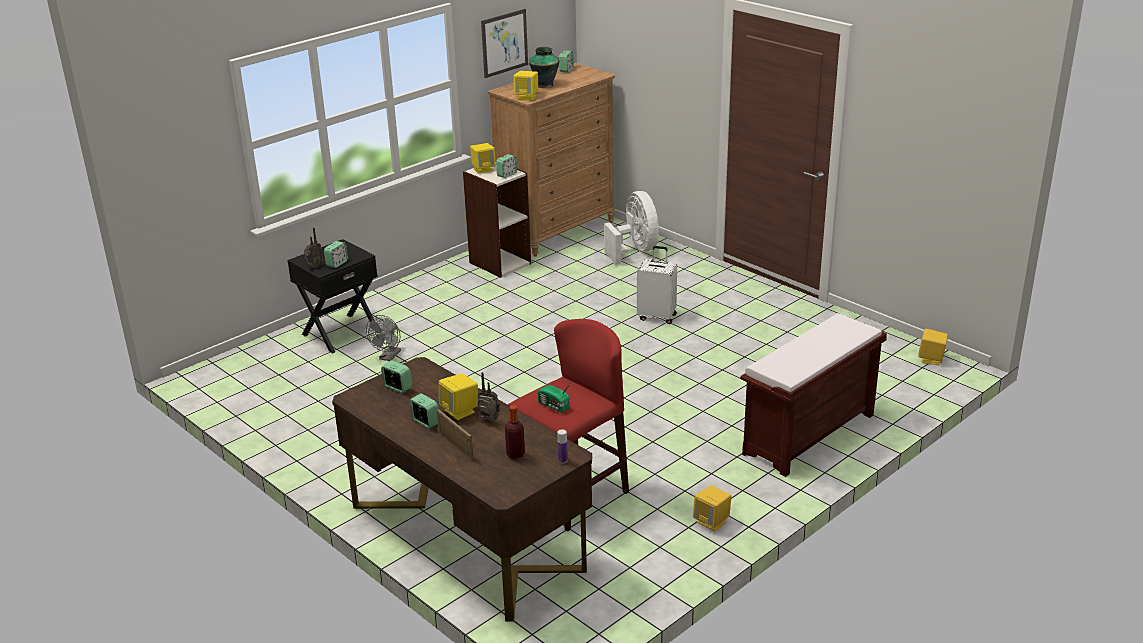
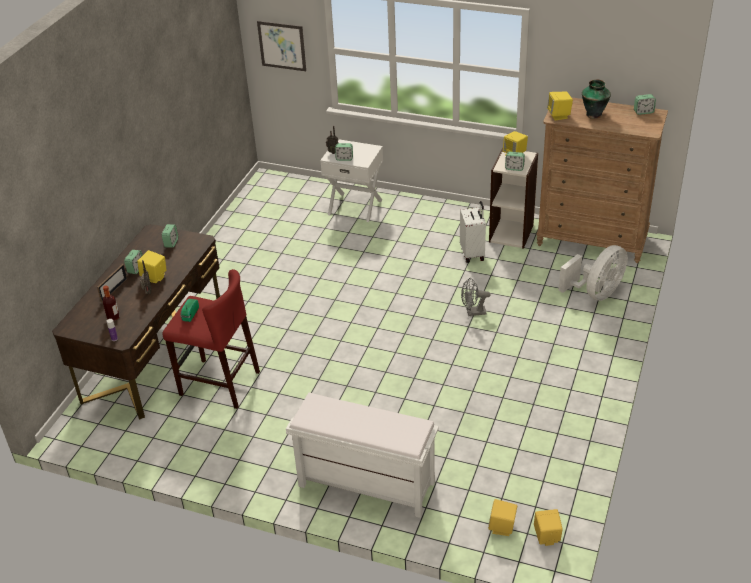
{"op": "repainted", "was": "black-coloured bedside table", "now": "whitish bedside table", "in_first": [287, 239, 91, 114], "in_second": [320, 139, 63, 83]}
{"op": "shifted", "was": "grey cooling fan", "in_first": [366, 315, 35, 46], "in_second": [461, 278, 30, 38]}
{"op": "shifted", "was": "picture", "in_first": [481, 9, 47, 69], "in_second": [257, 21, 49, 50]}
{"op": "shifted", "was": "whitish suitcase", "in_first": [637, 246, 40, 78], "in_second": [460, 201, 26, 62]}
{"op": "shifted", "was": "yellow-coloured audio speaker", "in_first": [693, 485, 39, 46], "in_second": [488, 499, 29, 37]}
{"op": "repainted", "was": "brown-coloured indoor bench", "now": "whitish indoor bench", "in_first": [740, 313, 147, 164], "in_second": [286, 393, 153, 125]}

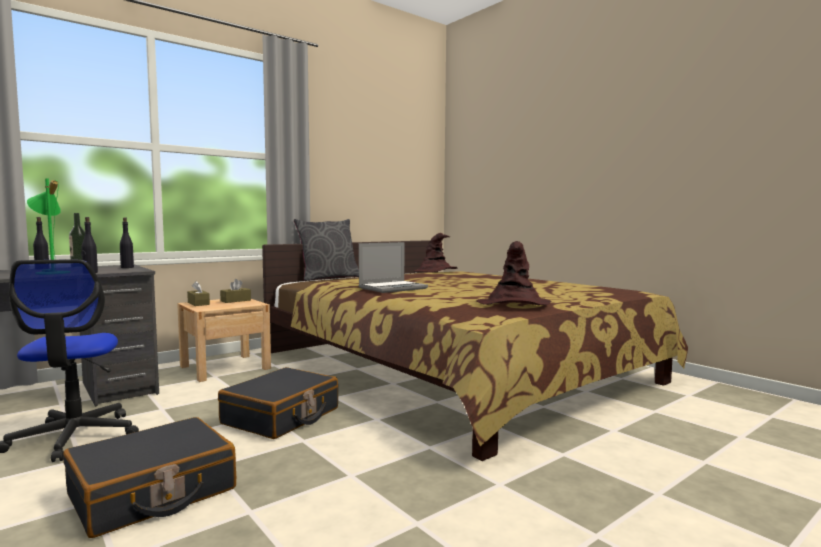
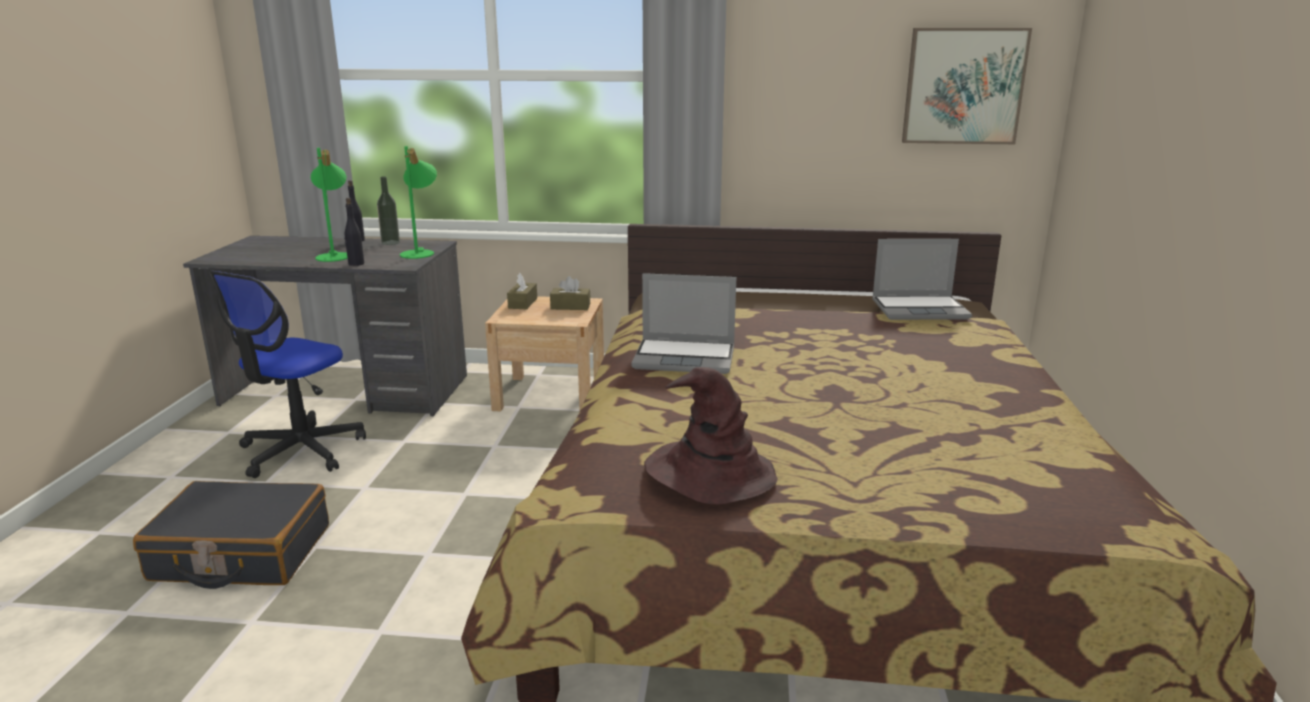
{"op": "swapped", "was": "black-coloured drink bottle", "now": "green-coloured table lamp", "in_first": [120, 218, 14, 50], "in_second": [400, 146, 37, 113]}
{"op": "gone", "was": "black-coloured suitcase", "in_first": [218, 367, 120, 72]}
{"op": "gone", "was": "grey pillow", "in_first": [294, 219, 65, 62]}
{"op": "swapped", "was": "brown-coloured hat", "now": "portable computer", "in_first": [414, 233, 43, 39], "in_second": [872, 239, 100, 81]}
{"op": "new", "now": "picture", "in_second": [902, 28, 130, 116]}

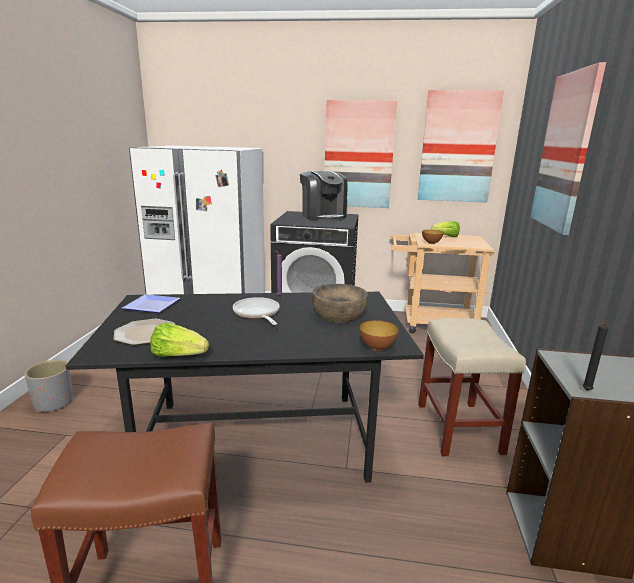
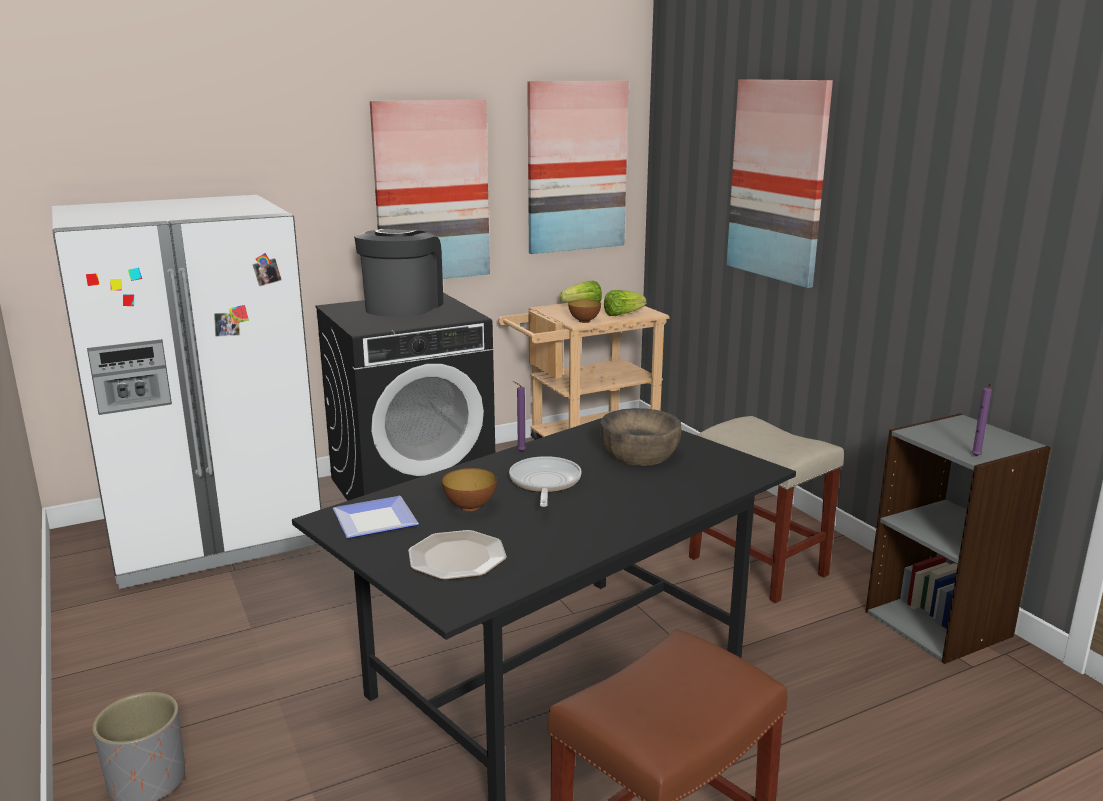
{"op": "shifted", "was": "head of lettuce", "in_first": [150, 323, 59, 34], "in_second": [604, 290, 42, 26]}
{"op": "rotated", "was": "frying pan", "in_first": [233, 297, 47, 28], "in_second": [509, 456, 73, 51], "clockwise": 60}
{"op": "rotated", "was": "coffee brewer", "in_first": [300, 171, 48, 51], "in_second": [354, 229, 90, 88], "clockwise": -105}
{"op": "shifted", "was": "deep dish", "in_first": [359, 320, 40, 31], "in_second": [442, 468, 55, 43]}
{"op": "repainted", "was": "black-coloured candle", "now": "purplish candle", "in_first": [582, 322, 26, 69], "in_second": [972, 384, 20, 72]}

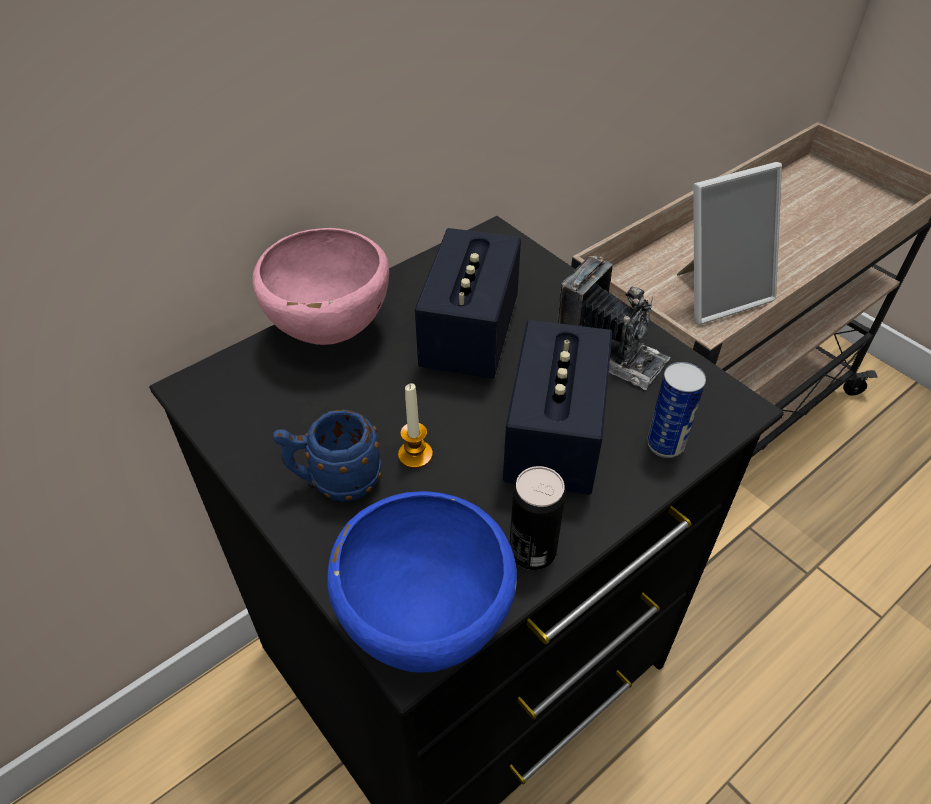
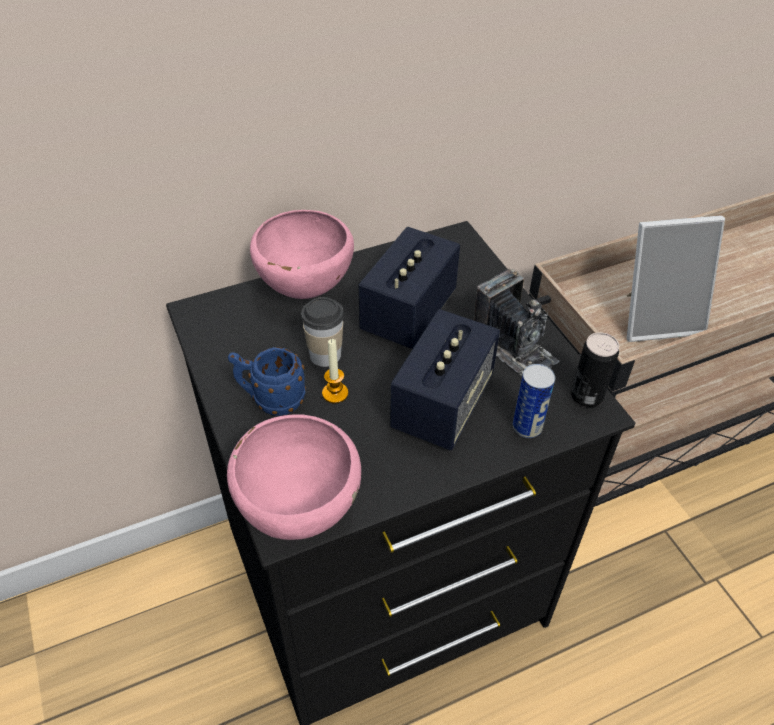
{"op": "repainted", "was": "blue-coloured deep dish", "now": "pink-coloured deep dish", "in_first": [327, 491, 190, 182], "in_second": [227, 414, 134, 126]}
{"op": "shifted", "was": "metal can", "in_first": [509, 466, 57, 104], "in_second": [571, 332, 48, 75]}
{"op": "new", "now": "cup", "in_second": [301, 297, 43, 70]}

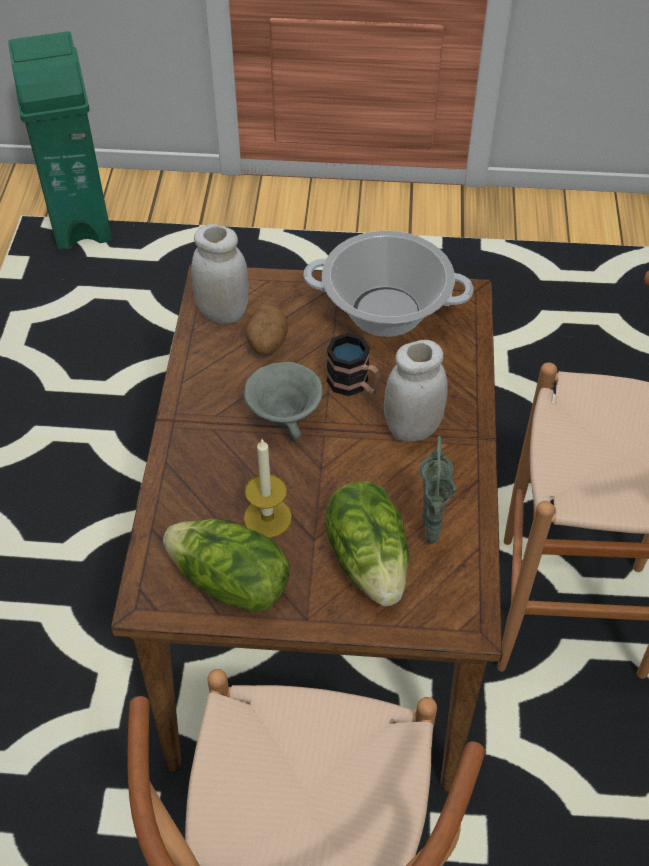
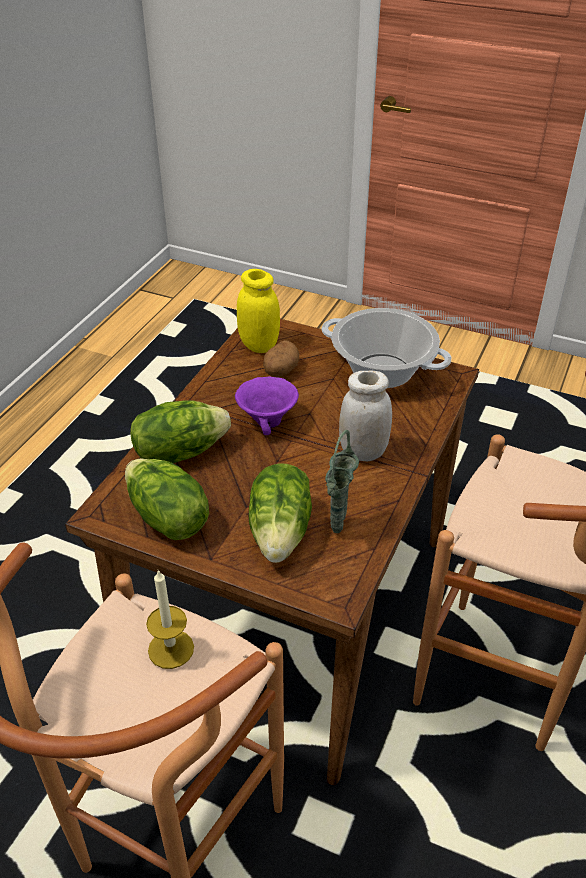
{"op": "gone", "was": "green-coloured waste bin", "in_first": [8, 31, 104, 219]}
{"op": "repainted", "was": "whitish preserve jar", "now": "yellow-coloured preserve jar", "in_first": [191, 224, 58, 100], "in_second": [237, 269, 43, 84]}
{"op": "repainted", "was": "grey deep dish", "now": "purplish deep dish", "in_first": [244, 362, 79, 78], "in_second": [235, 376, 64, 59]}
{"op": "shifted", "was": "candle", "in_first": [244, 439, 48, 99], "in_second": [146, 570, 48, 99]}
{"op": "gone", "was": "tea mug", "in_first": [327, 333, 54, 63]}
{"op": "new", "now": "head of lettuce", "in_second": [130, 400, 101, 63]}

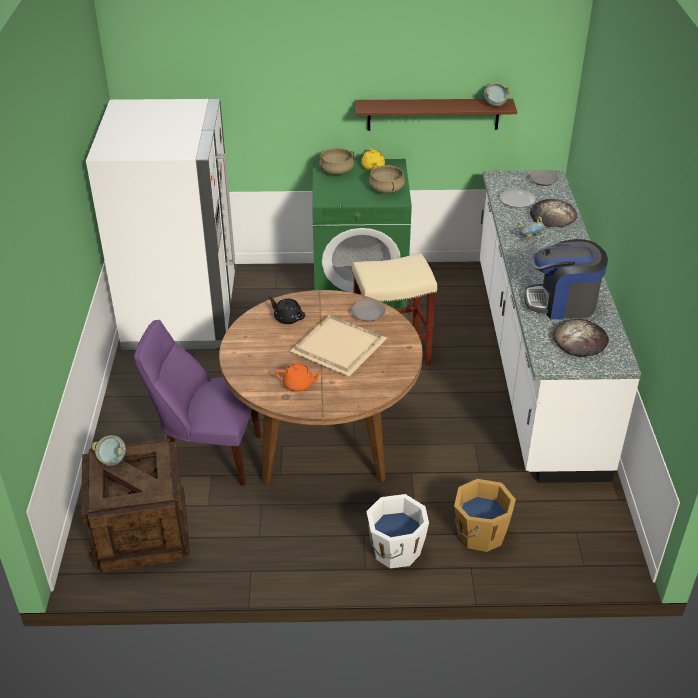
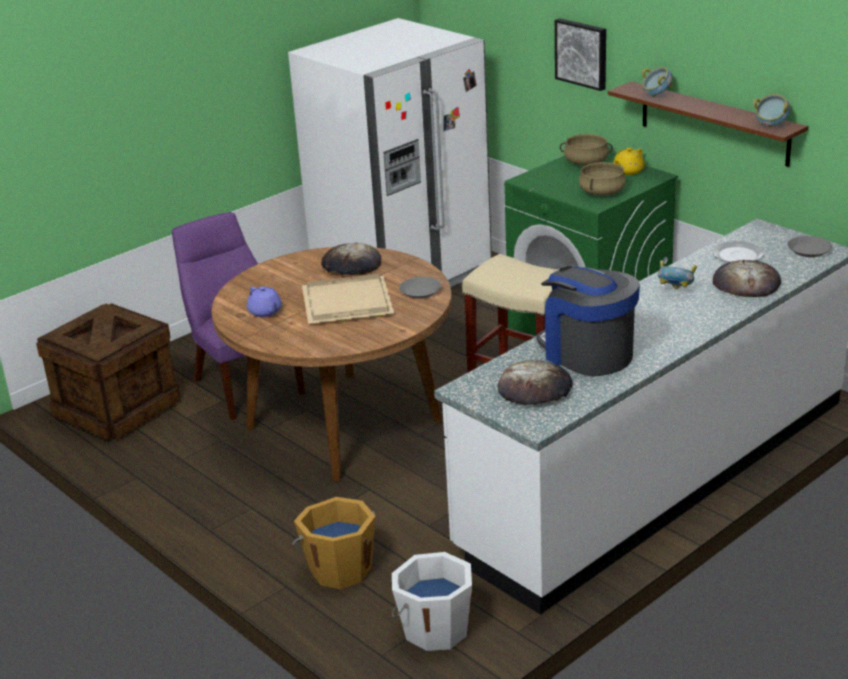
{"op": "shifted", "was": "deep dish", "in_first": [92, 435, 34, 31], "in_second": [642, 67, 31, 30]}
{"op": "swapped", "was": "black-coloured pot for tea", "now": "bakery bread", "in_first": [268, 297, 37, 27], "in_second": [321, 243, 60, 32]}
{"op": "repainted", "was": "orangey pot for tea", "now": "purplish pot for tea", "in_first": [275, 363, 48, 29], "in_second": [247, 286, 35, 31]}
{"op": "shifted", "was": "whitish pail", "in_first": [366, 494, 63, 74], "in_second": [392, 552, 80, 99]}
{"op": "new", "now": "picture", "in_second": [555, 18, 51, 73]}

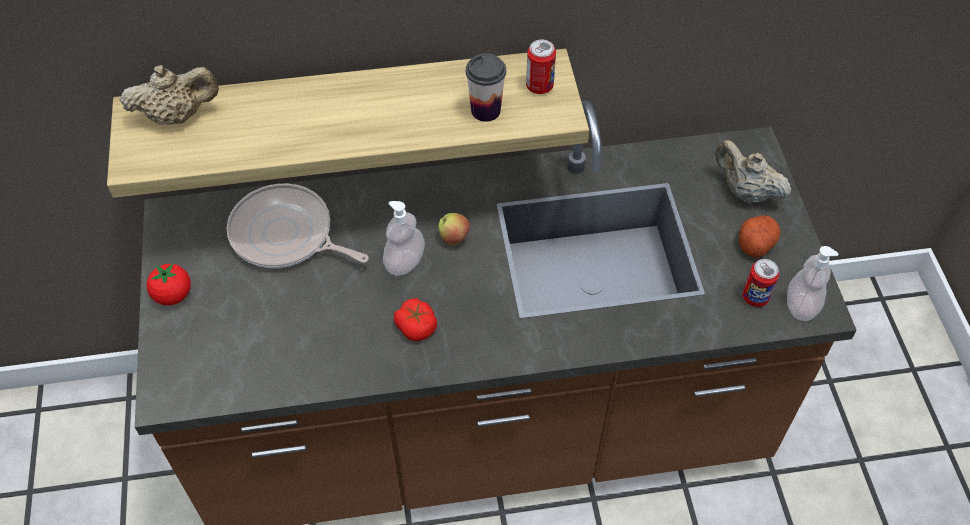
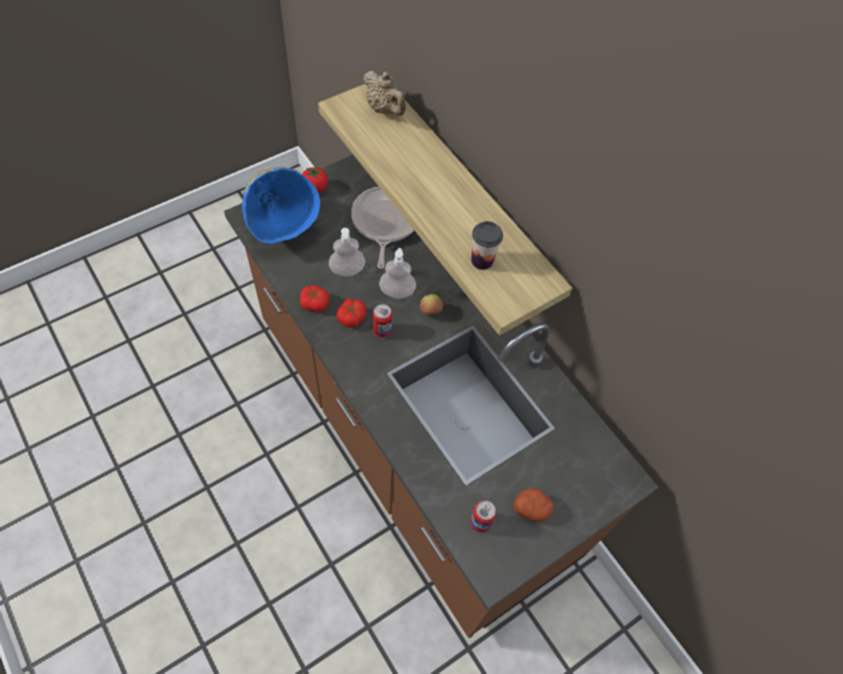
{"op": "shifted", "was": "metal can", "in_first": [526, 39, 30, 55], "in_second": [373, 304, 19, 33]}
{"op": "gone", "was": "sand-coloured pot for tea", "in_first": [715, 140, 76, 63]}
{"op": "shifted", "was": "liquid soap bottle", "in_first": [787, 246, 51, 75], "in_second": [329, 228, 36, 49]}
{"op": "new", "now": "blue-coloured deep dish", "in_second": [242, 167, 78, 77]}
{"op": "new", "now": "whole tomato", "in_second": [300, 285, 30, 27]}

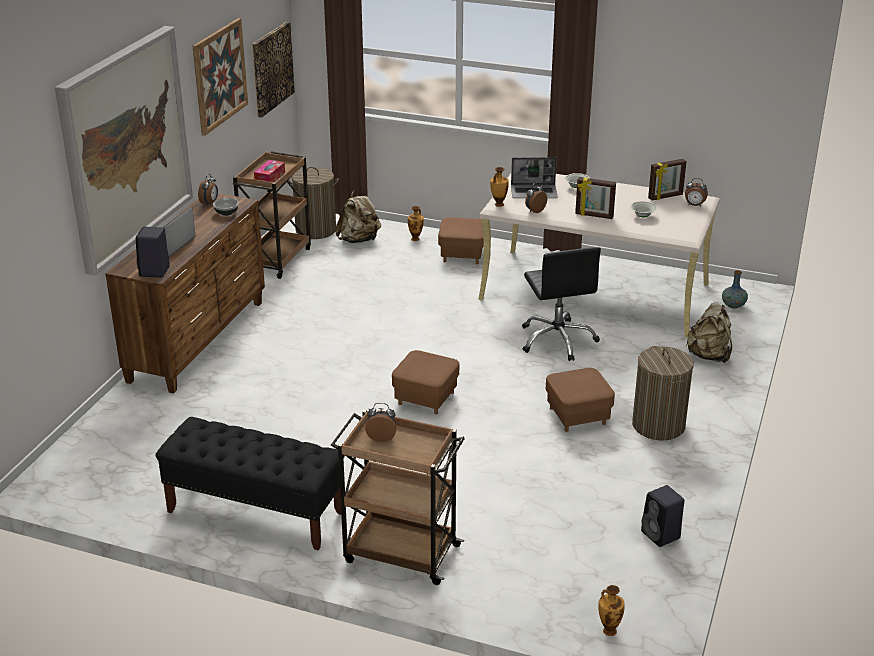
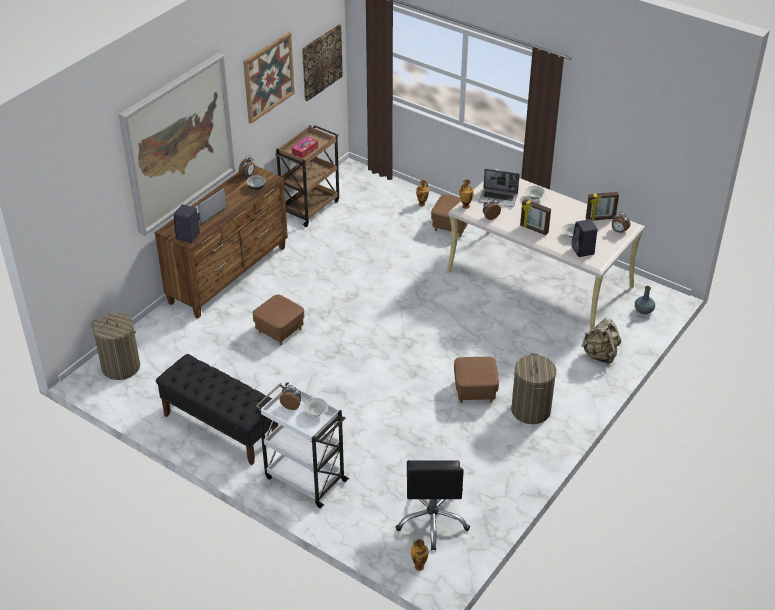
{"op": "shifted", "was": "washing basket", "in_first": [288, 167, 51, 72], "in_second": [91, 313, 49, 67]}
{"op": "repainted", "was": "brown-coloured trolley", "now": "whitish trolley", "in_first": [331, 410, 134, 175], "in_second": [255, 382, 94, 126]}
{"op": "gone", "was": "sand-coloured backpack", "in_first": [335, 190, 46, 53]}
{"op": "shifted", "was": "brown-coloured pouffe", "in_first": [392, 350, 67, 64], "in_second": [253, 295, 51, 50]}
{"op": "shifted", "was": "black-coloured office chair", "in_first": [522, 247, 79, 114], "in_second": [395, 460, 75, 91]}
{"op": "shifted", "was": "black-coloured audio speaker", "in_first": [641, 485, 43, 62], "in_second": [572, 219, 26, 38]}
{"op": "new", "now": "whitish deep dish", "in_second": [303, 398, 25, 18]}

